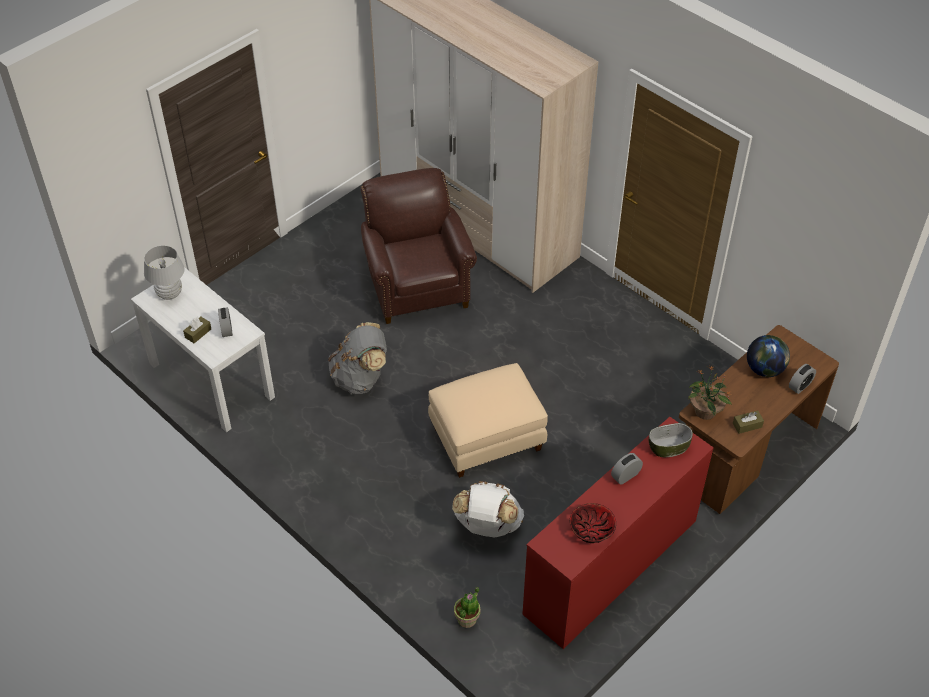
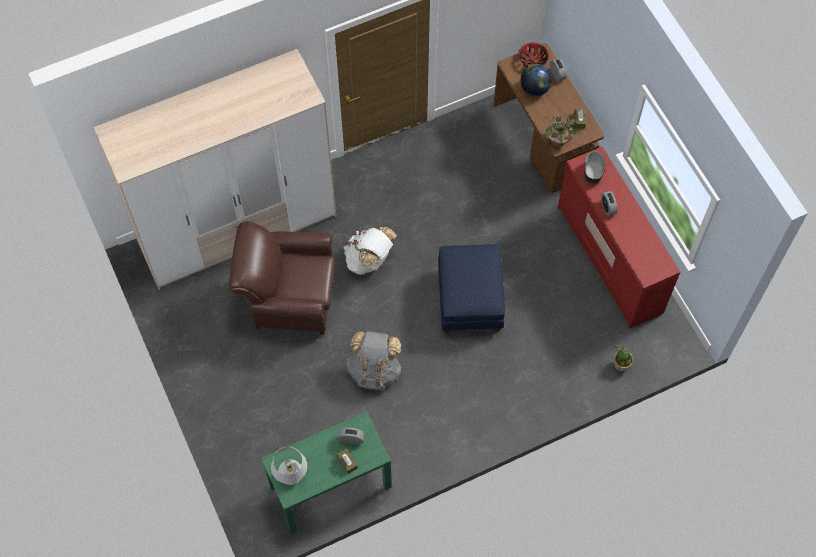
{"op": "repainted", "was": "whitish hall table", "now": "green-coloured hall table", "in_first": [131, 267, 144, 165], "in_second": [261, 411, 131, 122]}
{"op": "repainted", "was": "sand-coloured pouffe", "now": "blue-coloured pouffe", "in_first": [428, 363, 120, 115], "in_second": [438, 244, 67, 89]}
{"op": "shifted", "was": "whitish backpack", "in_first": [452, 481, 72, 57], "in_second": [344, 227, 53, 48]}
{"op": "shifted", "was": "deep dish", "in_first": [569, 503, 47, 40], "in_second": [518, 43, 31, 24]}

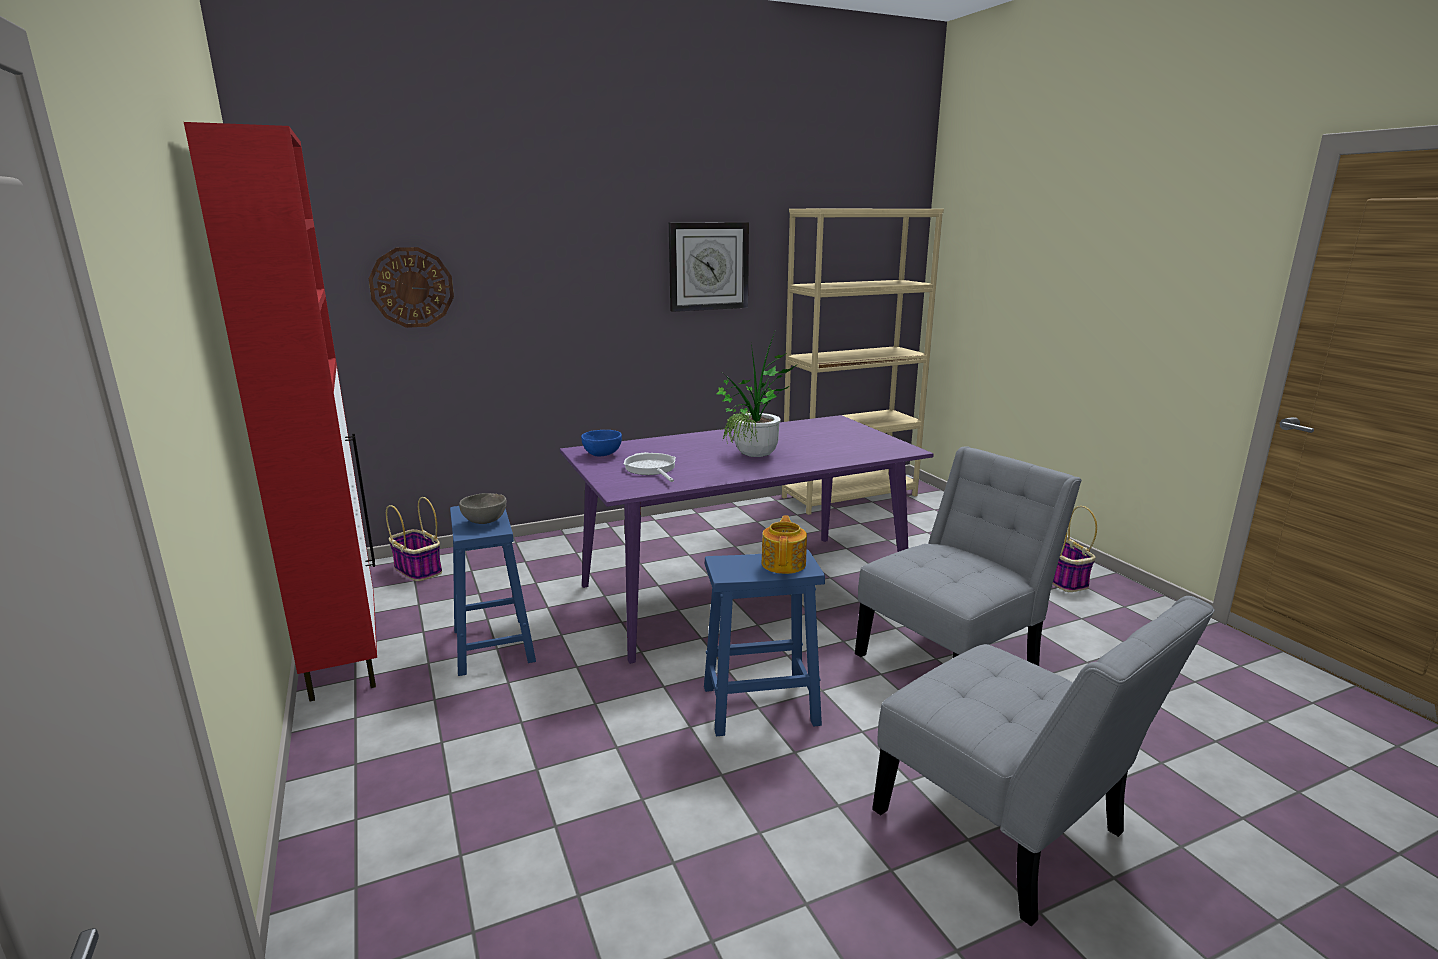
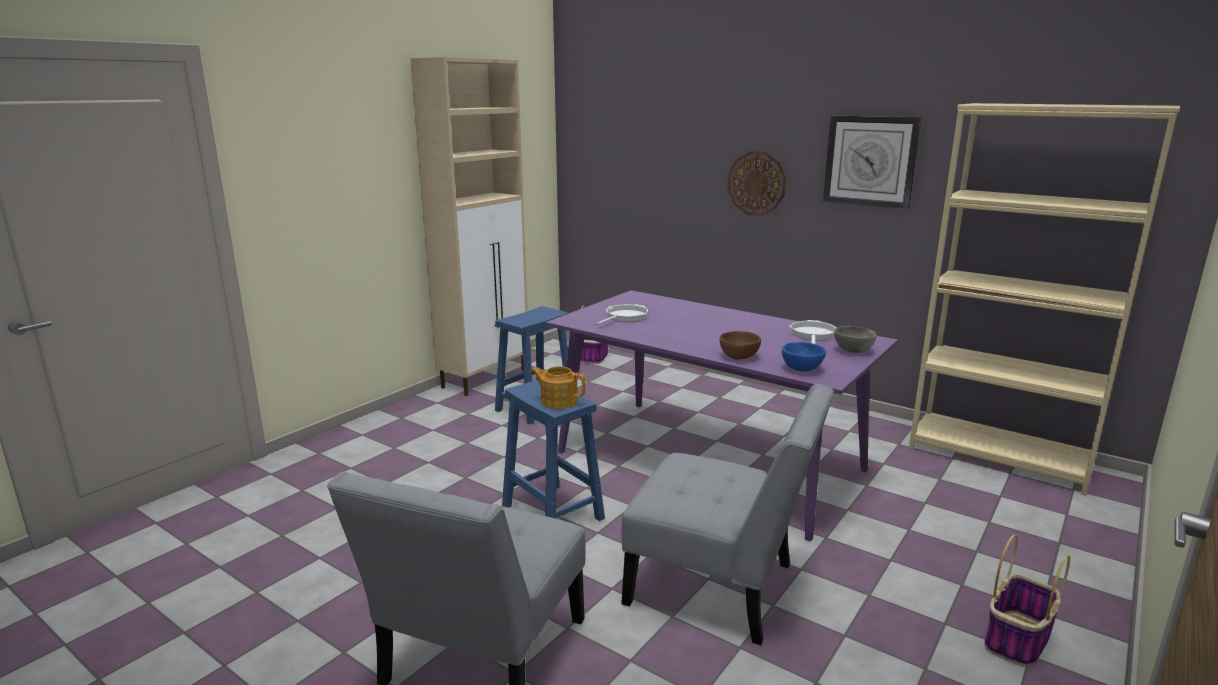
{"op": "repainted", "was": "reddish cabinet", "now": "sand-coloured cabinet", "in_first": [184, 122, 193, 580], "in_second": [410, 57, 117, 339]}
{"op": "shifted", "was": "clock on the wall", "in_first": [369, 247, 85, 81], "in_second": [727, 151, 60, 65]}
{"op": "shifted", "was": "grey deep dish", "in_first": [459, 493, 48, 31], "in_second": [834, 326, 43, 27]}
{"op": "shifted", "was": "blue-coloured deep dish", "in_first": [581, 430, 41, 26], "in_second": [782, 342, 44, 29]}
{"op": "gone", "was": "potted plant", "in_first": [717, 332, 81, 125]}
{"op": "rotated", "was": "pot for tea", "in_first": [761, 515, 46, 59], "in_second": [531, 366, 54, 43], "clockwise": -135}
{"op": "new", "now": "brown-coloured deep dish", "in_second": [719, 331, 42, 29]}
{"op": "new", "now": "frying pan", "in_second": [789, 320, 47, 24]}

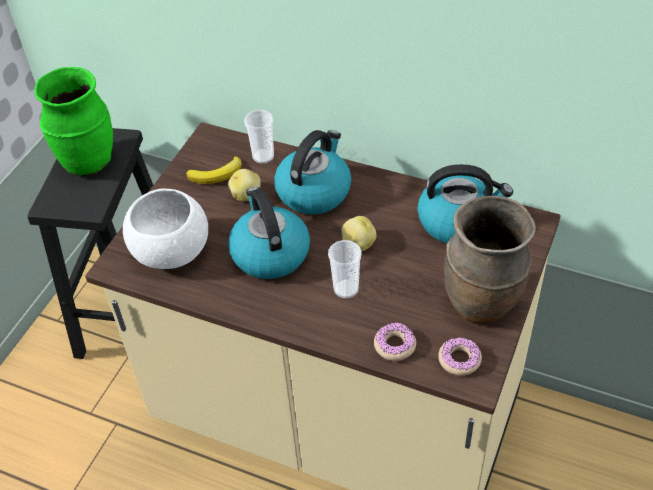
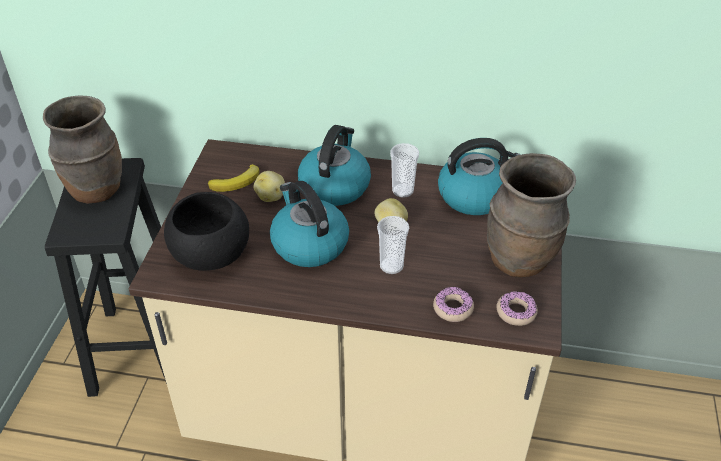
{"op": "repainted", "was": "green-coloured flower vase", "now": "brown-coloured flower vase", "in_first": [34, 67, 79, 109], "in_second": [43, 95, 79, 109]}
{"op": "repainted", "was": "whitish deep dish", "now": "black-coloured deep dish", "in_first": [123, 188, 85, 81], "in_second": [164, 192, 85, 79]}
{"op": "shifted", "was": "cup", "in_first": [244, 110, 30, 54], "in_second": [390, 143, 29, 55]}

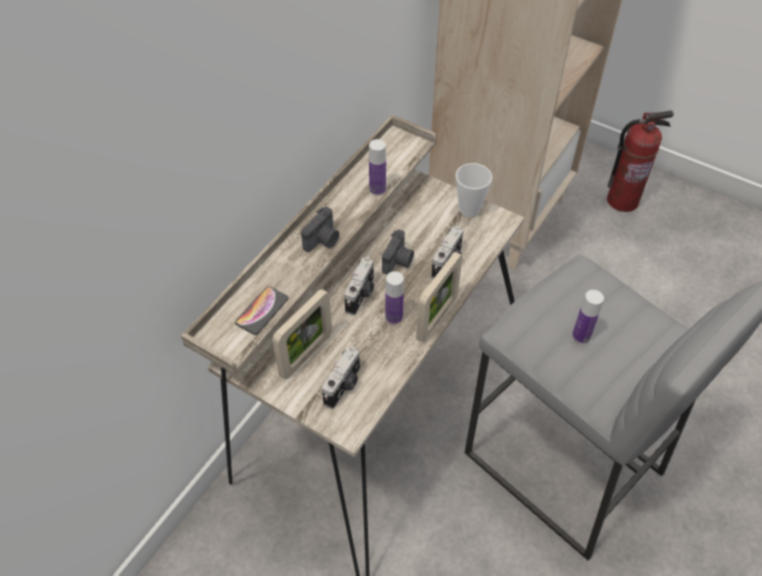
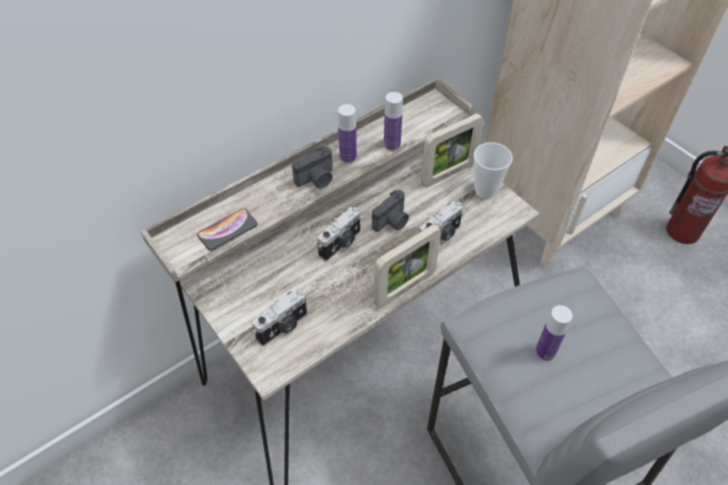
{"op": "shifted", "was": "standing frame", "in_first": [272, 289, 60, 90], "in_second": [421, 113, 63, 74]}
{"op": "shifted", "was": "drink bottle", "in_first": [385, 271, 19, 53], "in_second": [338, 104, 19, 60]}

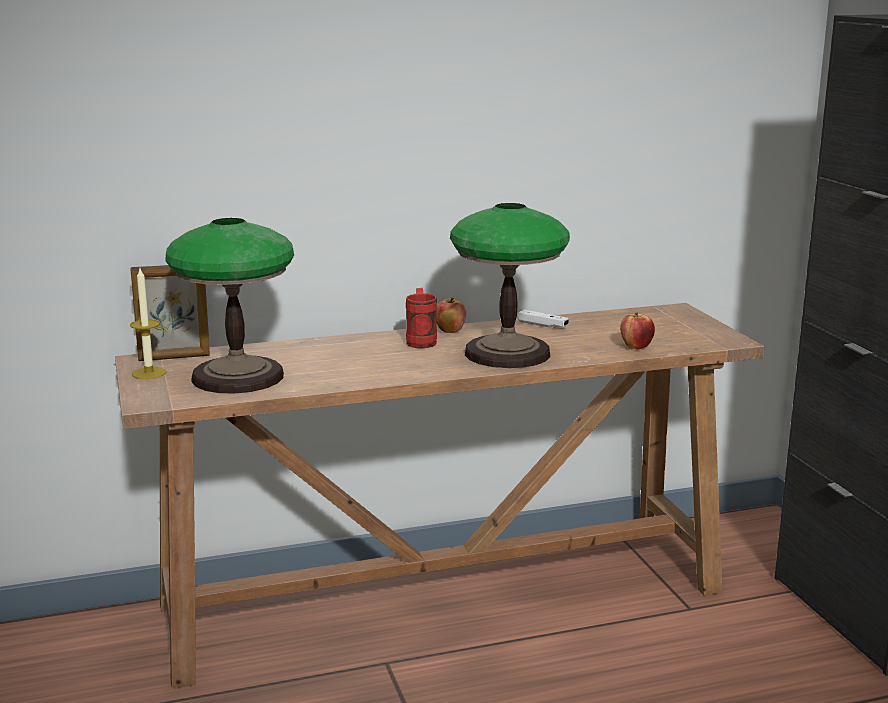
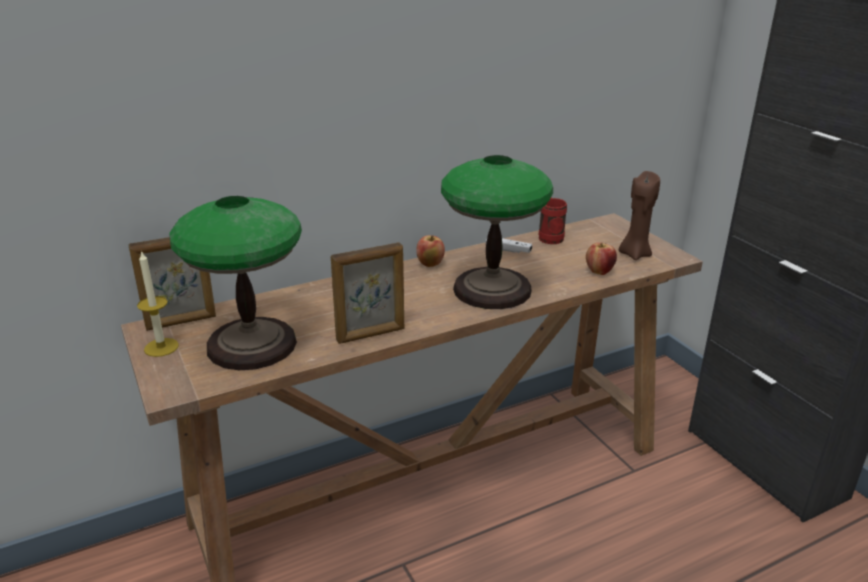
{"op": "shifted", "was": "reddish tea mug", "in_first": [406, 288, 31, 60], "in_second": [539, 197, 28, 47]}
{"op": "new", "now": "standing frame", "in_second": [331, 242, 73, 102]}
{"op": "new", "now": "brown-coloured candle", "in_second": [619, 171, 41, 89]}

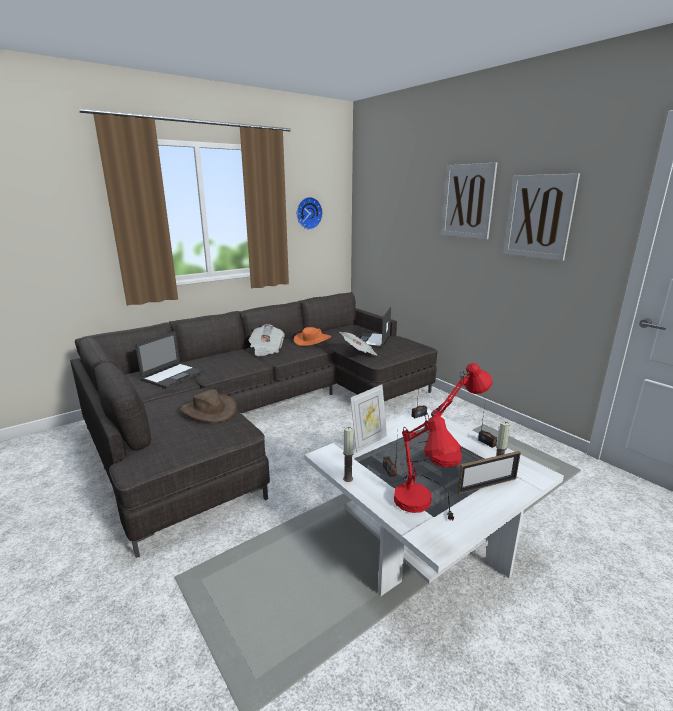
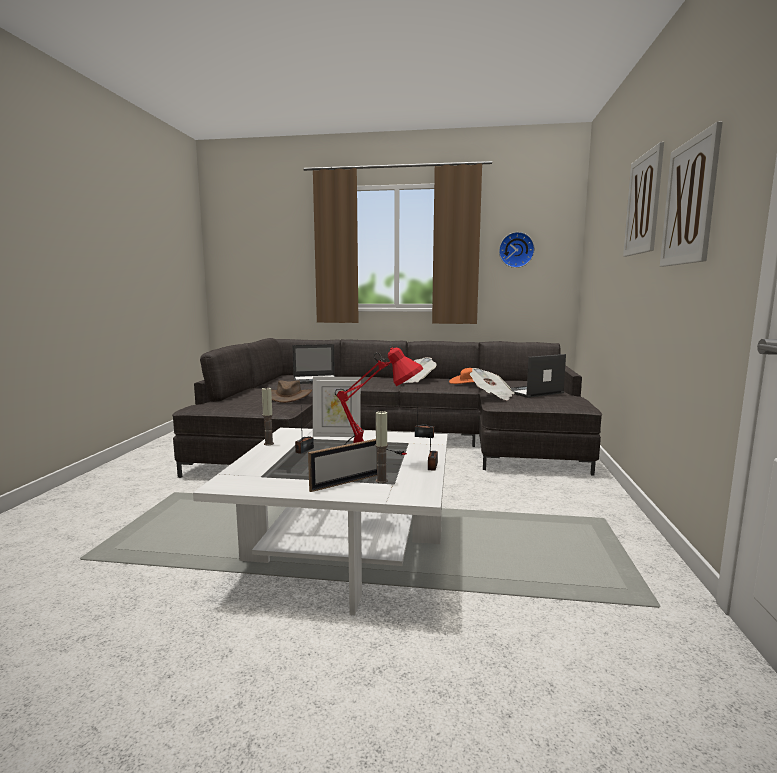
{"op": "gone", "was": "reddish table lamp", "in_first": [394, 412, 67, 109]}
{"op": "rotated", "was": "standing frame", "in_first": [457, 451, 64, 43], "in_second": [308, 439, 70, 53], "clockwise": -60}

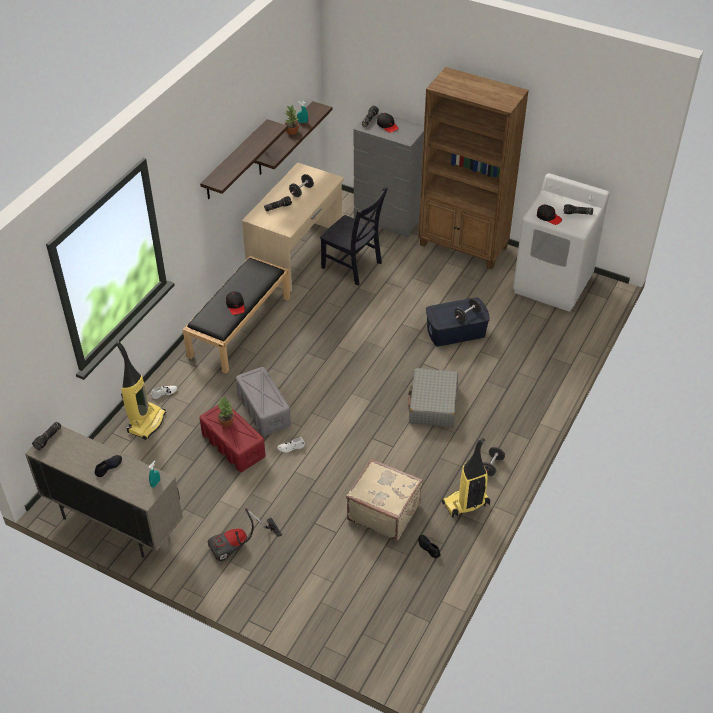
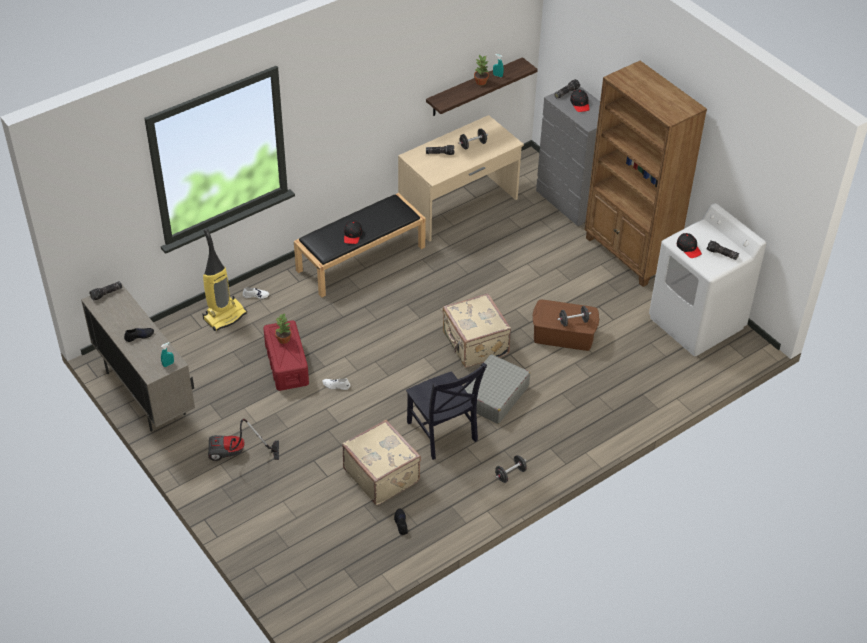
{"op": "gone", "was": "bracket shelf", "in_first": [200, 119, 88, 80]}
{"op": "gone", "was": "grey storage bin", "in_first": [236, 367, 55, 69]}
{"op": "shifted", "was": "black-coloured plain chair", "in_first": [320, 187, 68, 99], "in_second": [406, 363, 81, 97]}
{"op": "repainted", "was": "blue-coloured storage bin", "now": "brown-coloured storage bin", "in_first": [426, 298, 64, 48], "in_second": [532, 300, 67, 51]}
{"op": "gone", "was": "vacuum", "in_first": [442, 438, 48, 80]}
{"op": "new", "now": "sand-coloured suitcase", "in_second": [443, 293, 68, 74]}

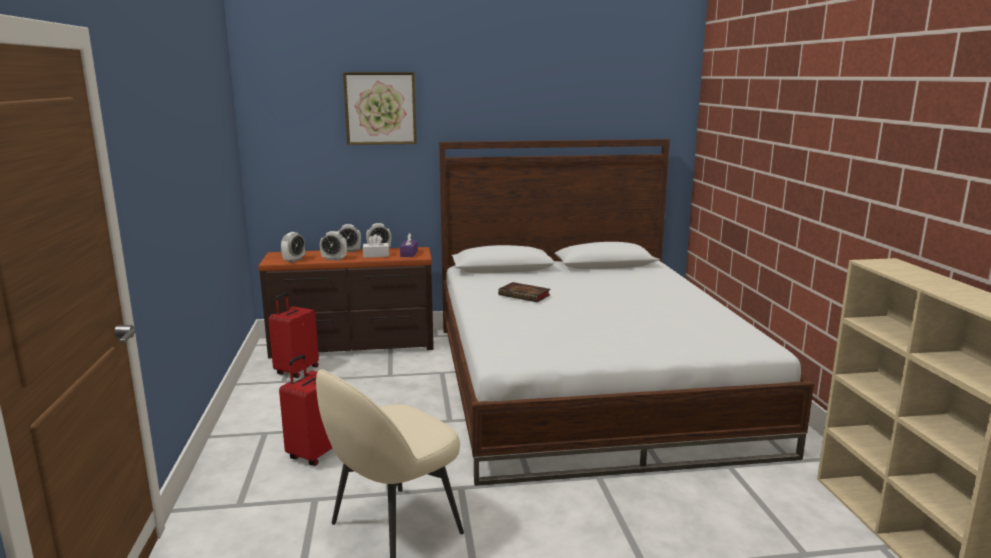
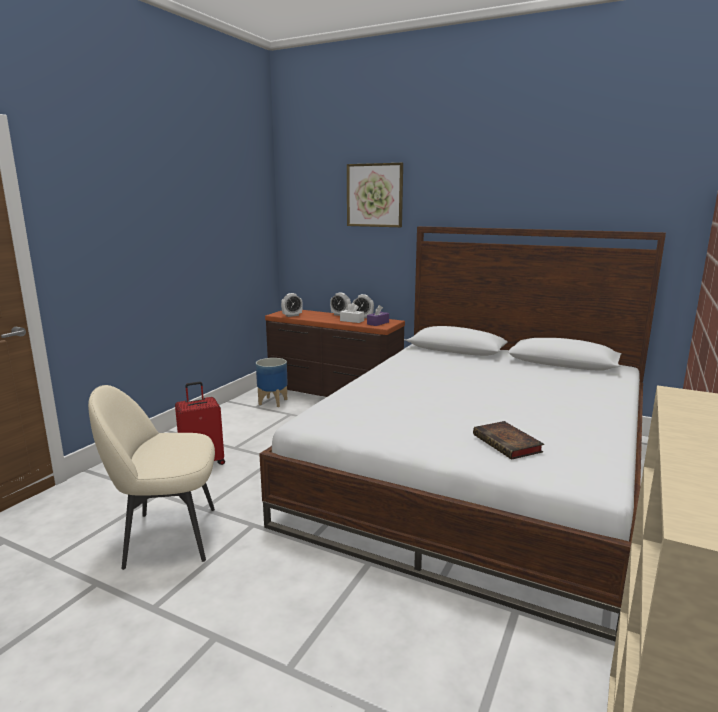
{"op": "swapped", "was": "reddish suitcase", "now": "planter", "in_first": [268, 293, 51, 85], "in_second": [256, 358, 32, 49]}
{"op": "gone", "was": "bedside clock", "in_first": [320, 231, 27, 29]}
{"op": "shifted", "was": "bound book", "in_first": [498, 282, 53, 20], "in_second": [473, 421, 71, 39]}

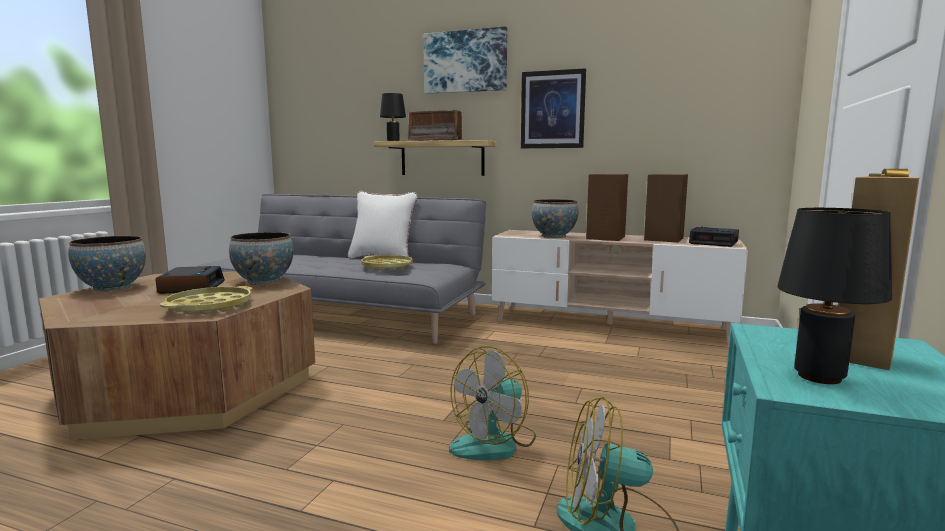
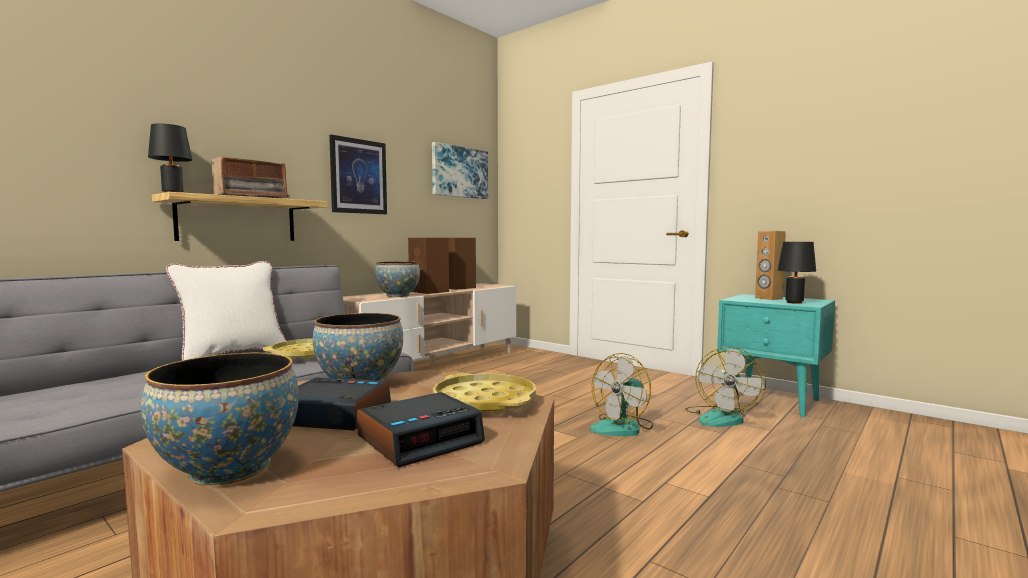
{"op": "shifted", "was": "picture", "in_first": [423, 26, 84, 68], "in_second": [432, 142, 56, 57]}
{"op": "rotated", "was": "cooling fan", "in_first": [449, 346, 87, 114], "in_second": [590, 353, 63, 83], "clockwise": 75}
{"op": "shifted", "was": "bedside clock", "in_first": [689, 227, 50, 20], "in_second": [357, 392, 128, 75]}

